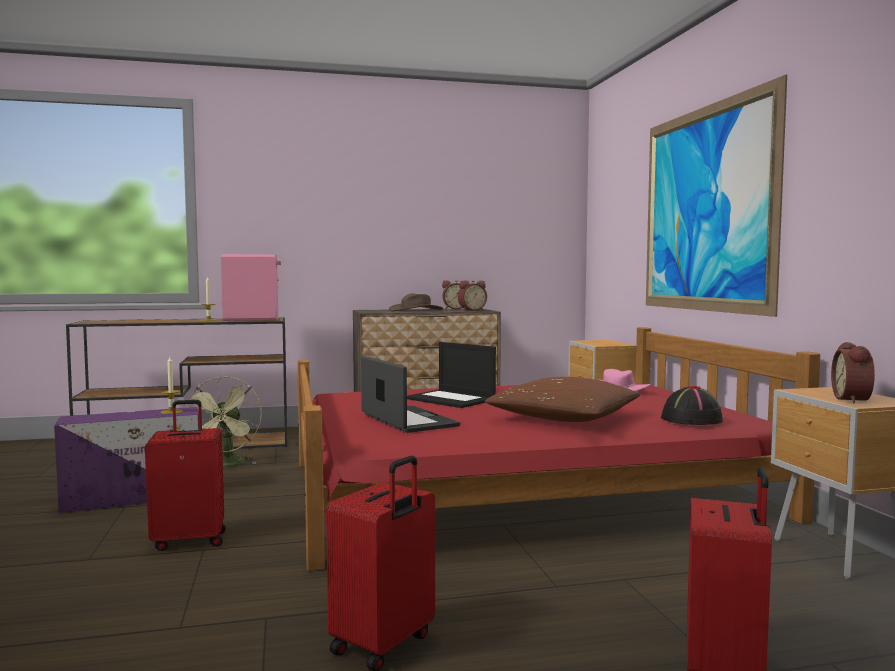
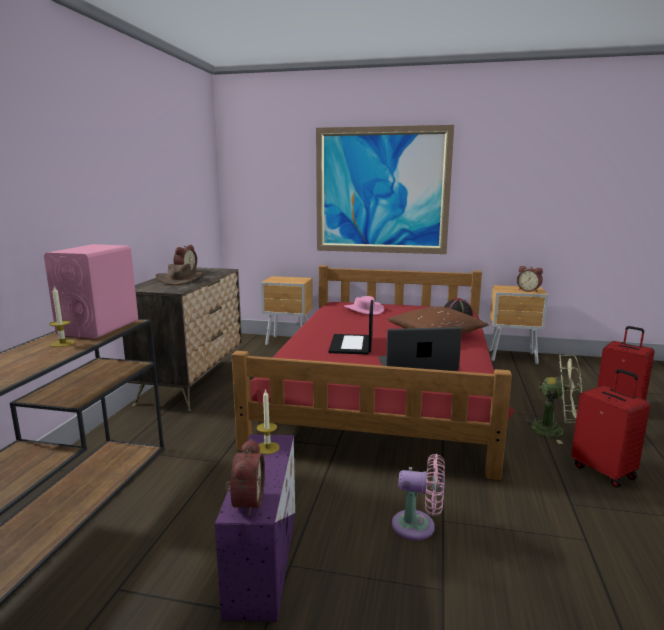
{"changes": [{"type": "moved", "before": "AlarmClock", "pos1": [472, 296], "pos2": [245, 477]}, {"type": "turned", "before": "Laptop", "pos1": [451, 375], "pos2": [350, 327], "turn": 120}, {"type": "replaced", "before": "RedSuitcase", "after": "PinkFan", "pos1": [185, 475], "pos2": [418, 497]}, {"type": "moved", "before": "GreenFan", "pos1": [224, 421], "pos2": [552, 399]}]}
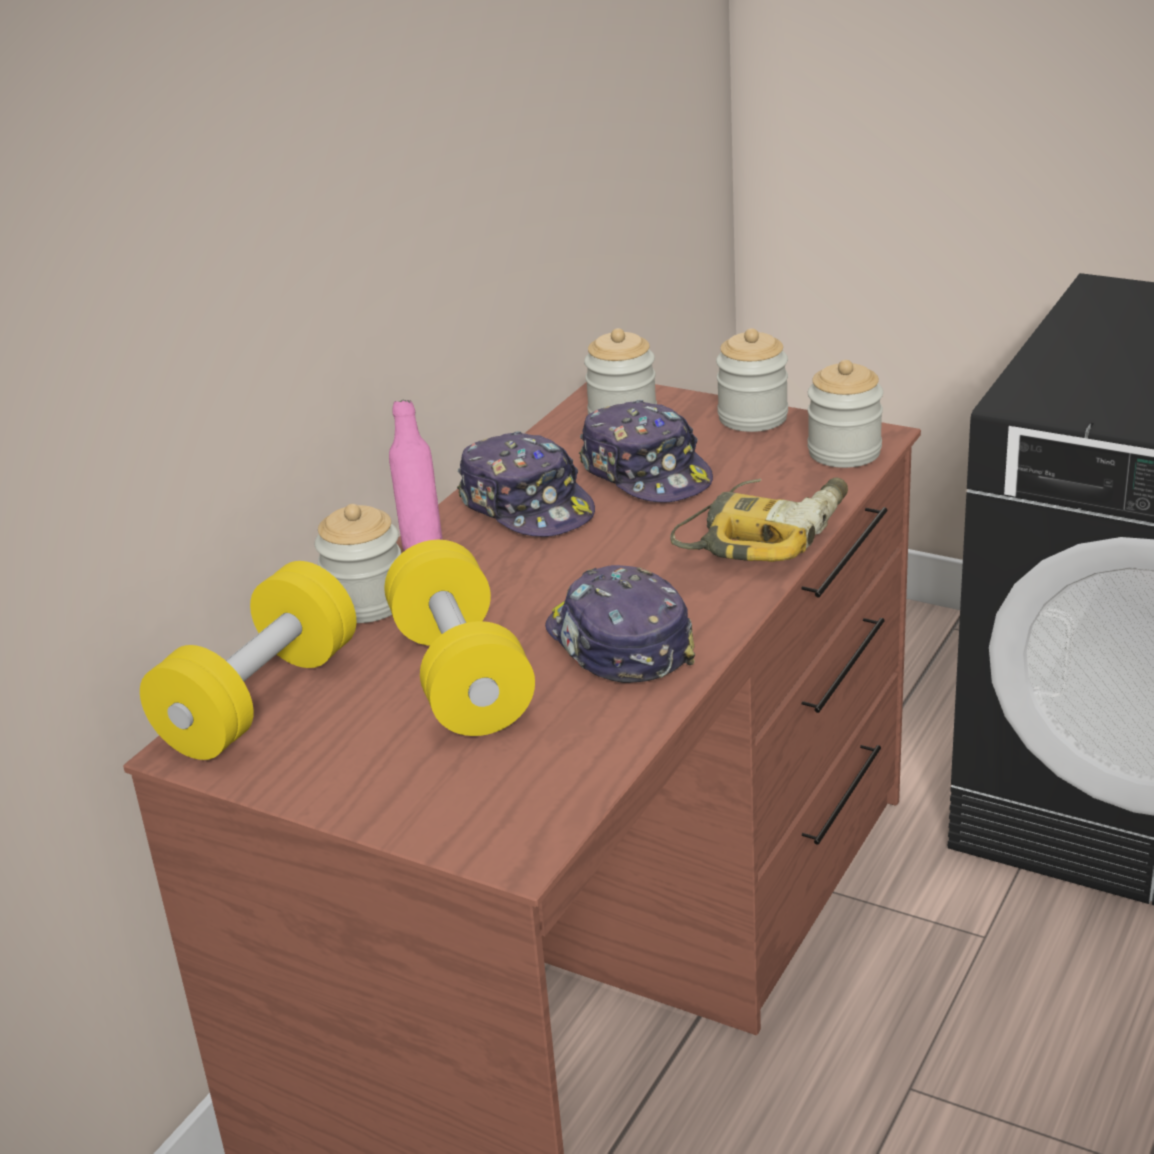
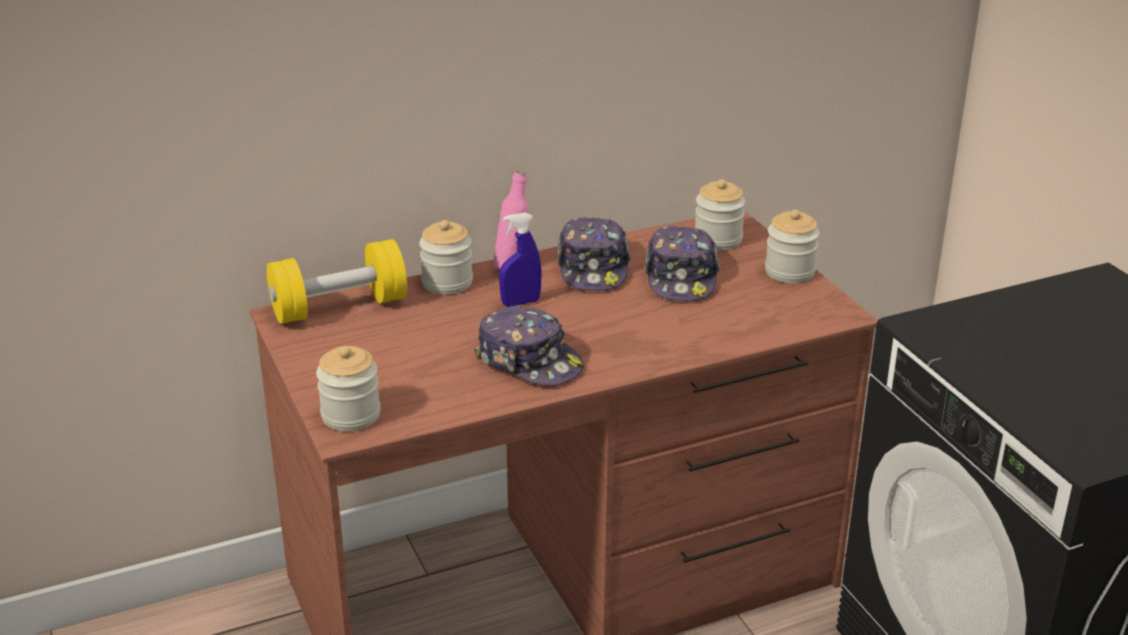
{"changes": [{"type": "moved", "before": "Jar", "pos1": [845, 414], "pos2": [348, 388]}, {"type": "turned", "before": "Cap", "pos1": [620, 624], "pos2": [529, 346], "turn": 120}, {"type": "added", "after": "BlueSprayBottle", "pos2": [520, 260]}, {"type": "removed", "before": "YellowDumbbell", "pos1": [459, 638]}, {"type": "removed", "before": "PowerDrill", "pos1": [759, 519]}]}
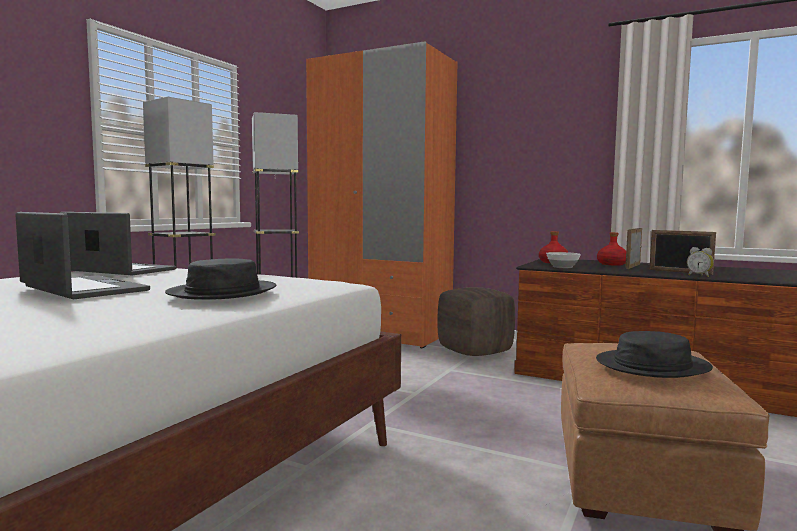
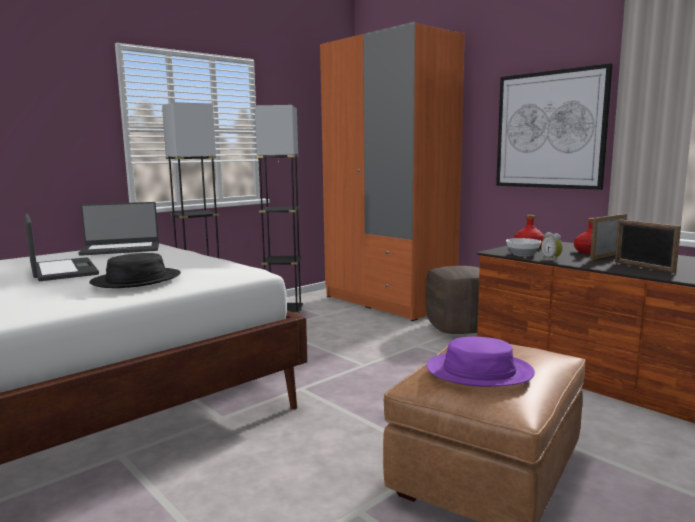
{"changes": [{"type": "turned", "before": "Laptop", "pos1": [117, 243], "pos2": [118, 229], "turn": 120}, {"type": "recoloured", "before": "BlackHat", "after": "PurpleHat", "pos1": [654, 354], "pos2": [480, 362]}, {"type": "added", "after": "Picture", "pos2": [554, 126]}, {"type": "moved", "before": "AlarmClock", "pos1": [700, 262], "pos2": [552, 247]}]}
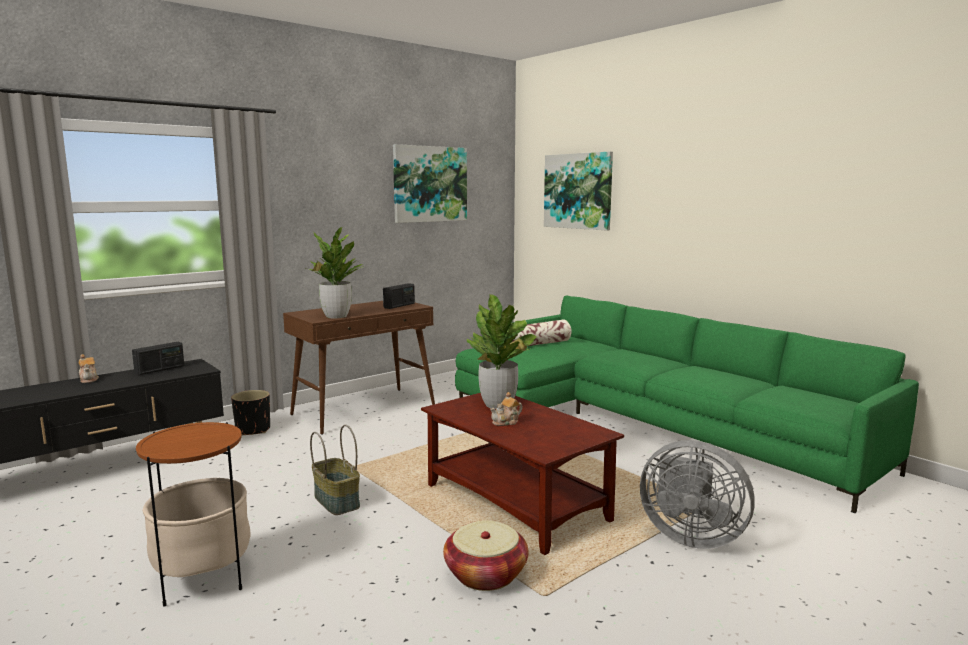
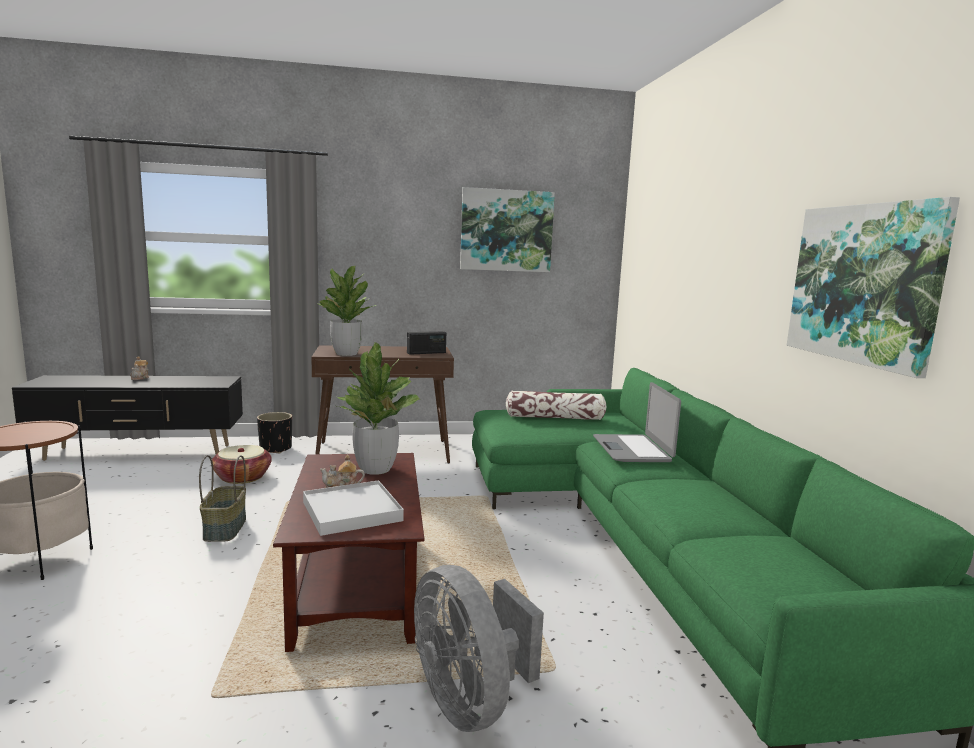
{"changes": [{"type": "moved", "before": "Basket", "pos1": [485, 555], "pos2": [242, 464]}, {"type": "added", "after": "WhiteTray", "pos2": [353, 508]}, {"type": "added", "after": "Laptop", "pos2": [637, 422]}, {"type": "moved", "before": "Picture", "pos1": [578, 191], "pos2": [873, 287]}, {"type": "removed", "before": "Radio", "pos1": [158, 358]}]}
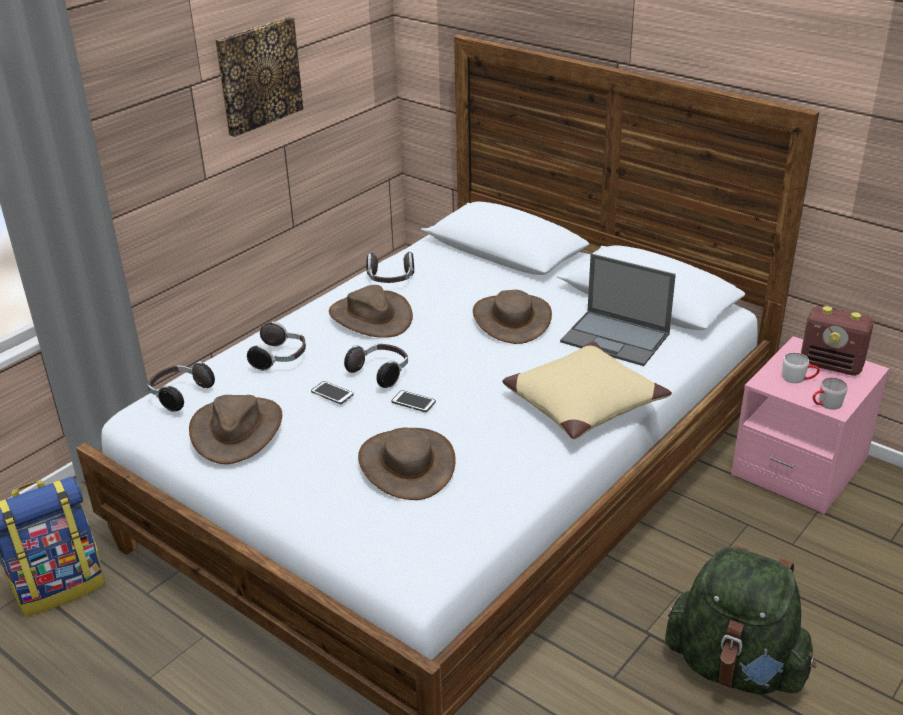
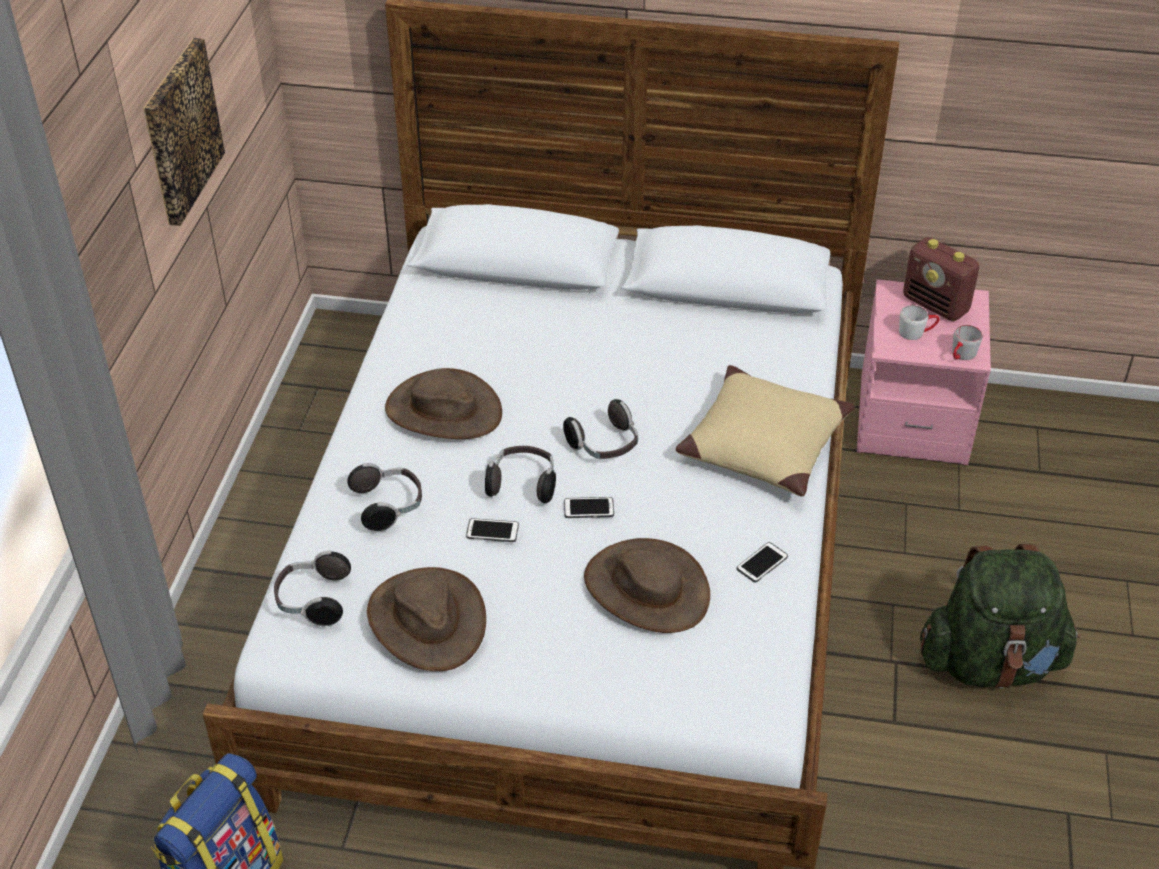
{"changes": [{"type": "moved", "before": "Headphones", "pos1": [390, 267], "pos2": [600, 429]}, {"type": "added", "after": "Phone", "pos2": [762, 562]}, {"type": "turned", "before": "Radio", "pos1": [837, 341], "pos2": [941, 279], "turn": 45}, {"type": "removed", "before": "BrownHat", "pos1": [512, 317]}, {"type": "removed", "before": "Laptop", "pos1": [618, 310]}]}
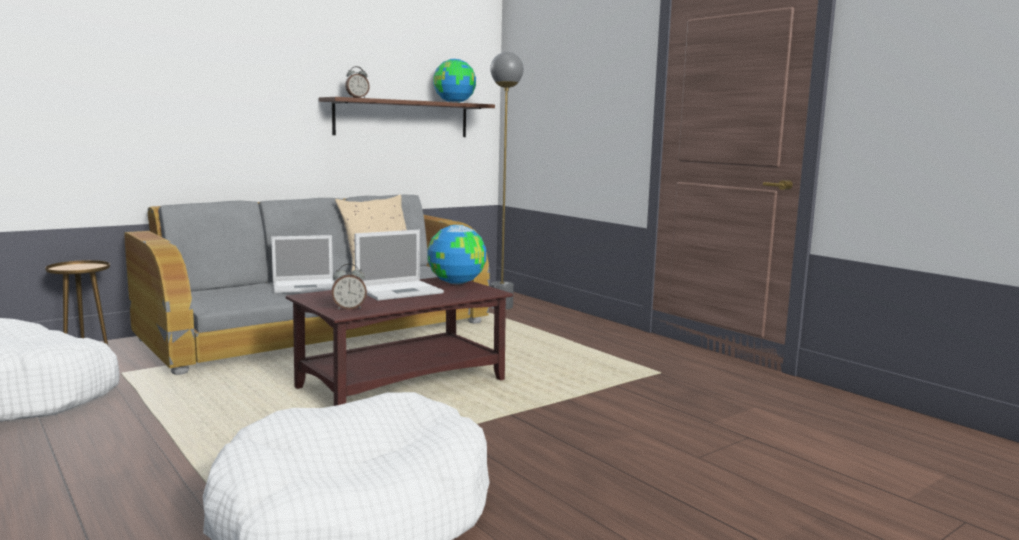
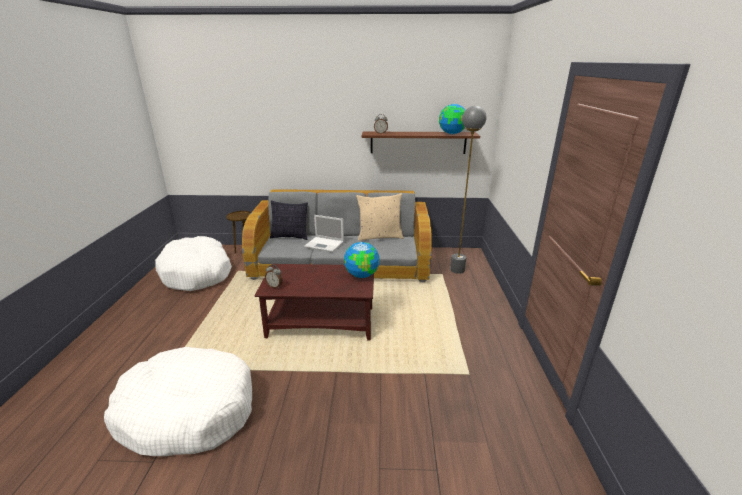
{"changes": [{"type": "added", "after": "Pillow", "pos2": [289, 220]}, {"type": "removed", "before": "Laptop", "pos1": [399, 265]}]}
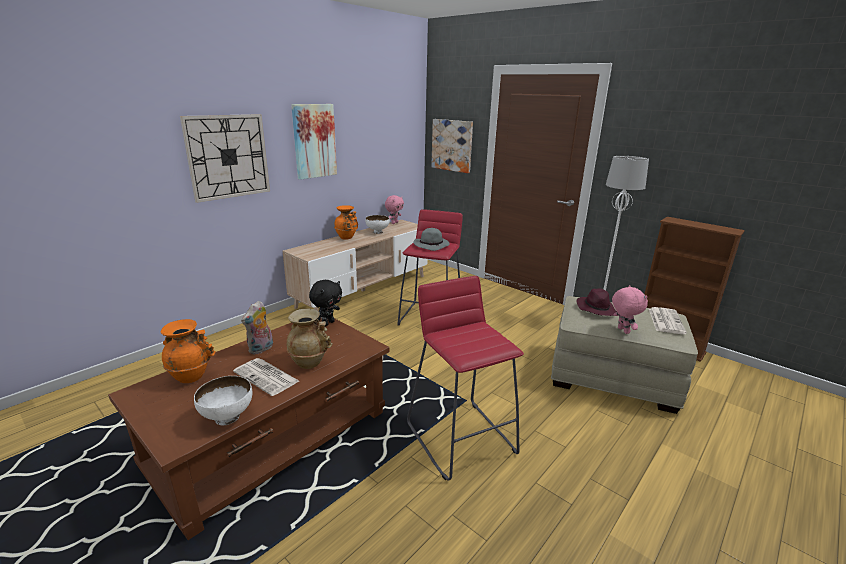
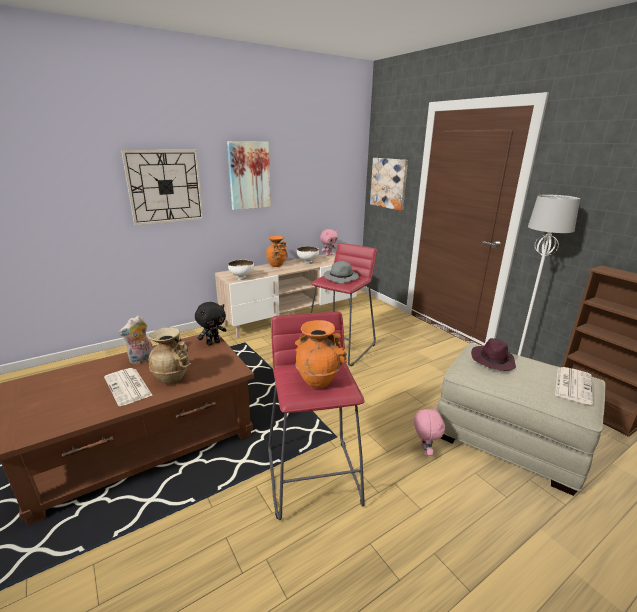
{"changes": [{"type": "moved", "before": "WhiteBowl", "pos1": [223, 400], "pos2": [241, 270]}, {"type": "moved", "before": "OrangeVase", "pos1": [188, 351], "pos2": [321, 354]}, {"type": "moved", "before": "PinkPlushToy", "pos1": [630, 309], "pos2": [429, 431]}]}
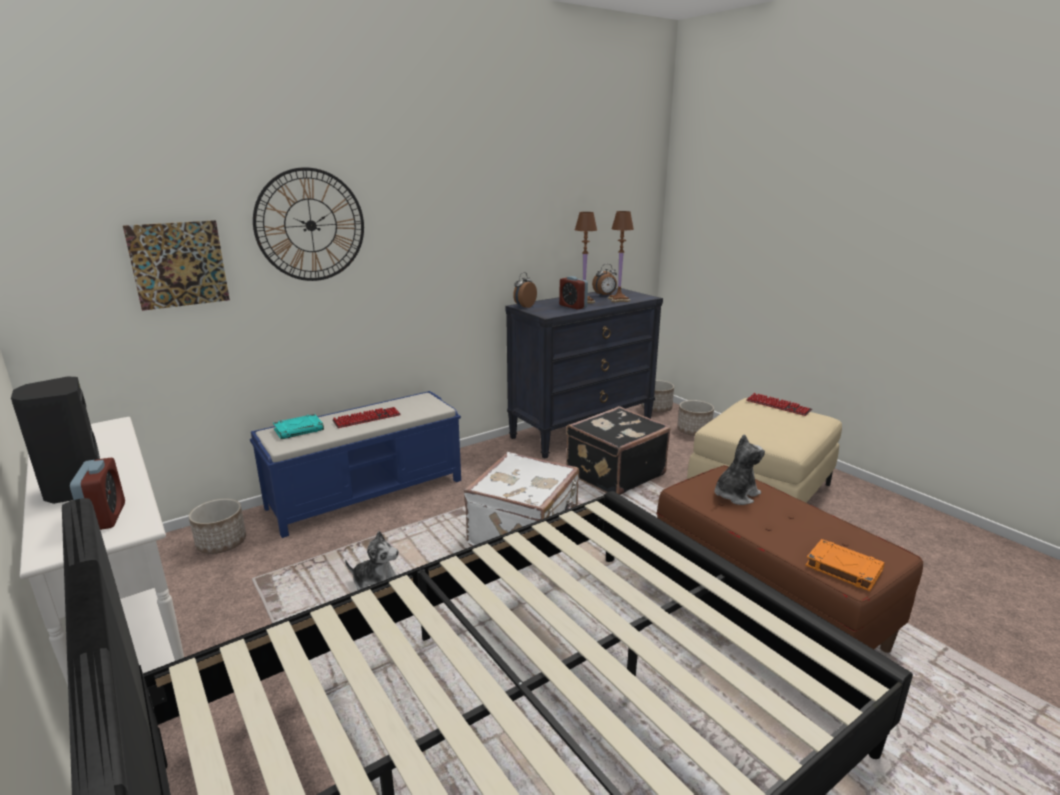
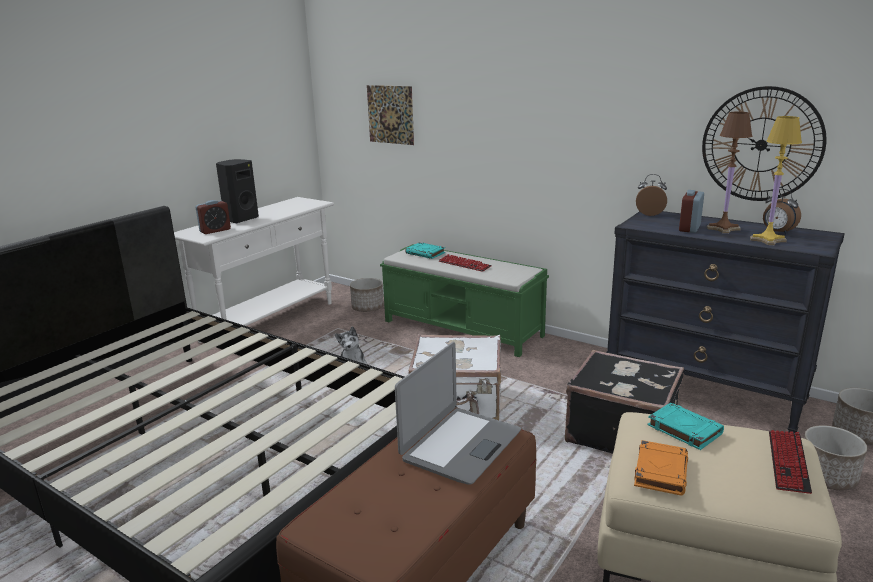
{"changes": [{"type": "recoloured", "before": "BlueBench", "after": "GreenBench", "pos1": [355, 464], "pos2": [464, 300]}, {"type": "replaced", "before": "PlushToy", "after": "Laptop", "pos1": [740, 469], "pos2": [458, 413]}, {"type": "moved", "before": "OrangeBook", "pos1": [845, 565], "pos2": [661, 468]}, {"type": "added", "after": "TurquoiseBook", "pos2": [686, 426]}, {"type": "moved", "before": "WallClock", "pos1": [308, 224], "pos2": [764, 143]}, {"type": "recoloured", "before": "BrownTableLamp", "after": "YellowTableLamp", "pos1": [621, 257], "pos2": [776, 180]}]}
